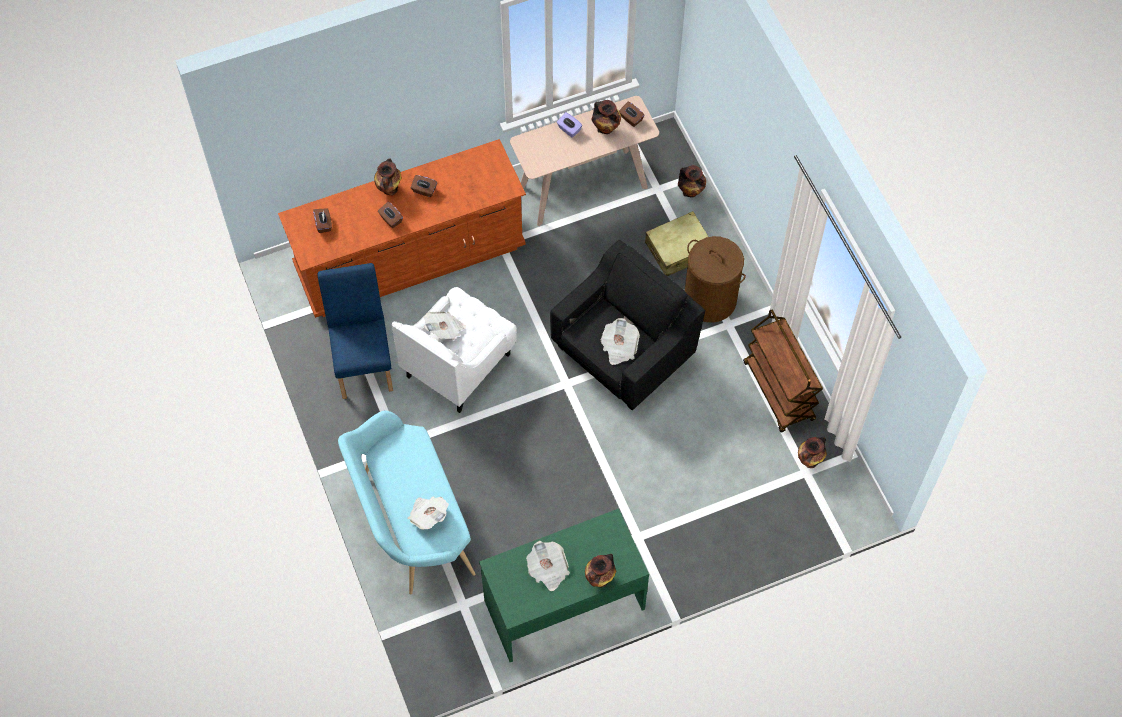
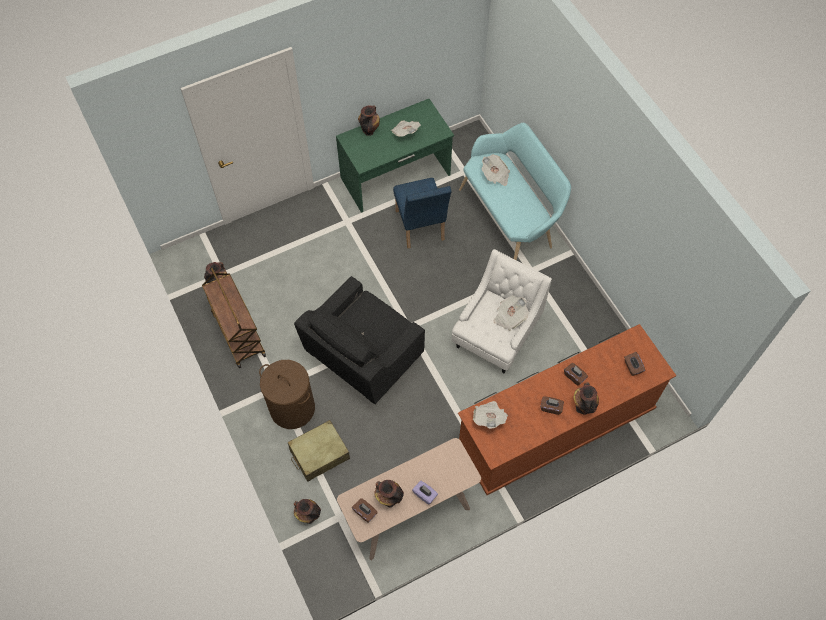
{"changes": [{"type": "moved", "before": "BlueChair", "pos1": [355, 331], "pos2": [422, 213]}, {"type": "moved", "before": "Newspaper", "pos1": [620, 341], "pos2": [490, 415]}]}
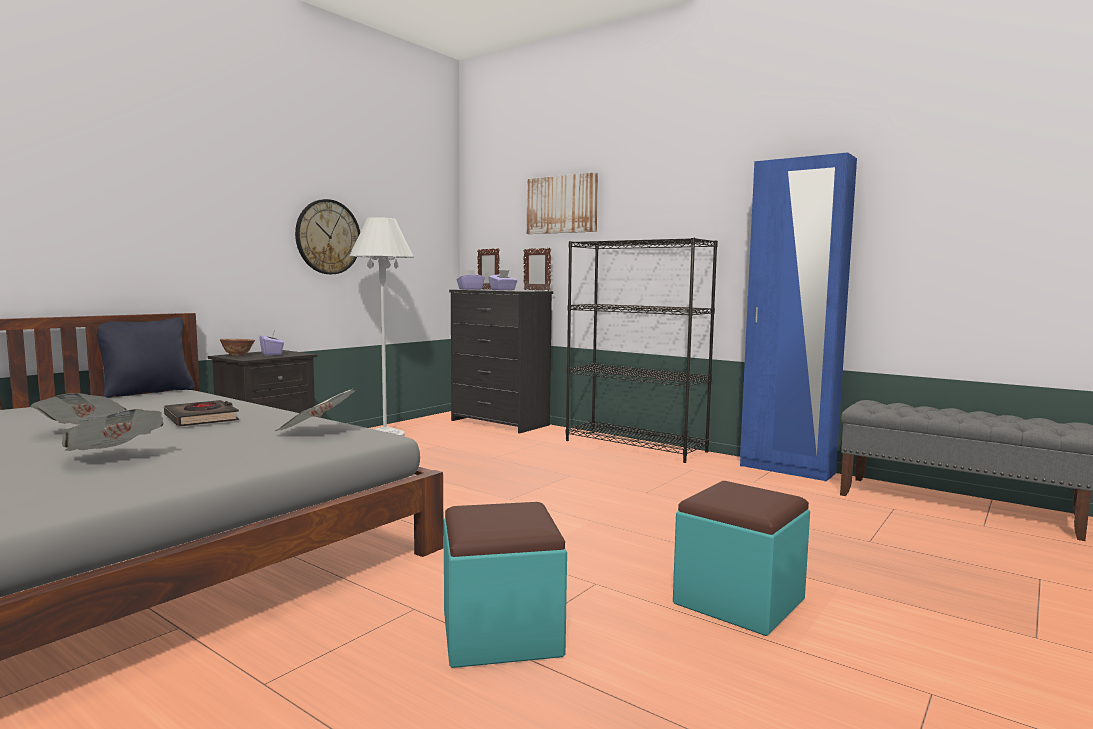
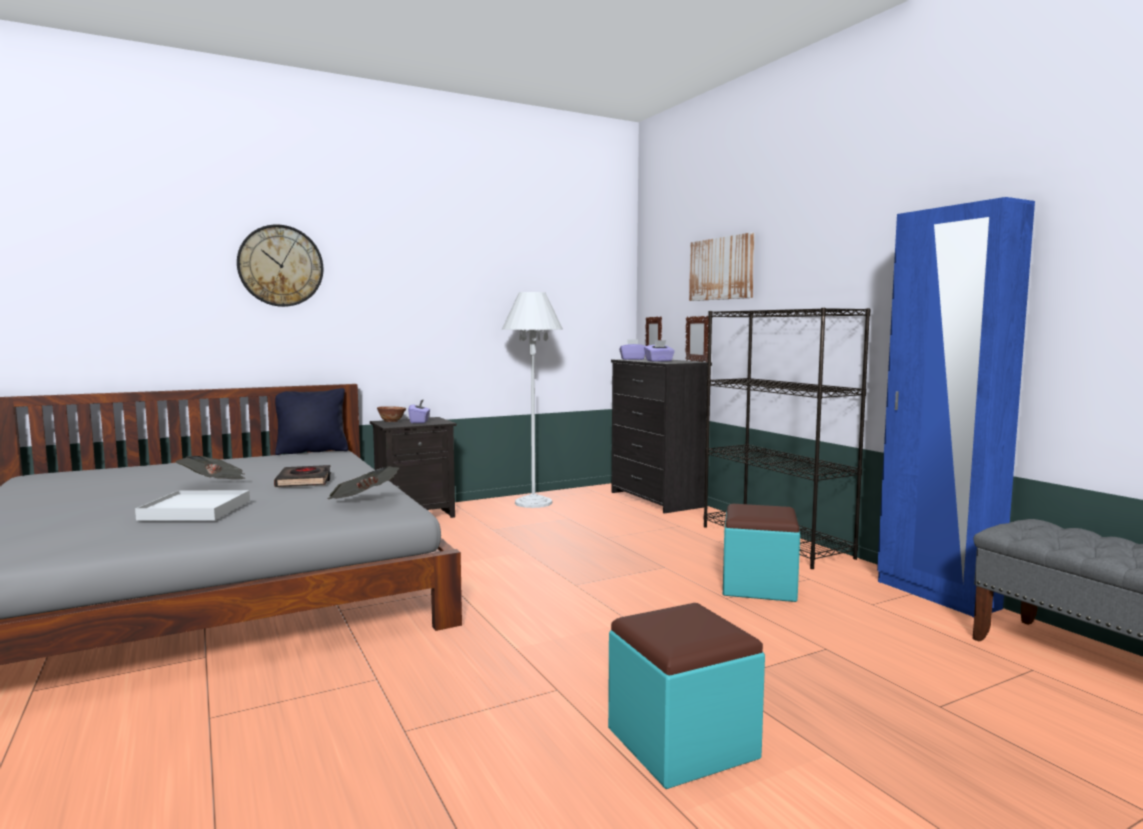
{"changes": [{"type": "replaced", "before": "Newspaper", "after": "WhiteTray", "pos1": [113, 430], "pos2": [192, 505]}, {"type": "moved", "before": "WallClock", "pos1": [327, 236], "pos2": [280, 266]}, {"type": "moved", "before": "TurquoiseOttoman", "pos1": [505, 585], "pos2": [761, 553]}]}
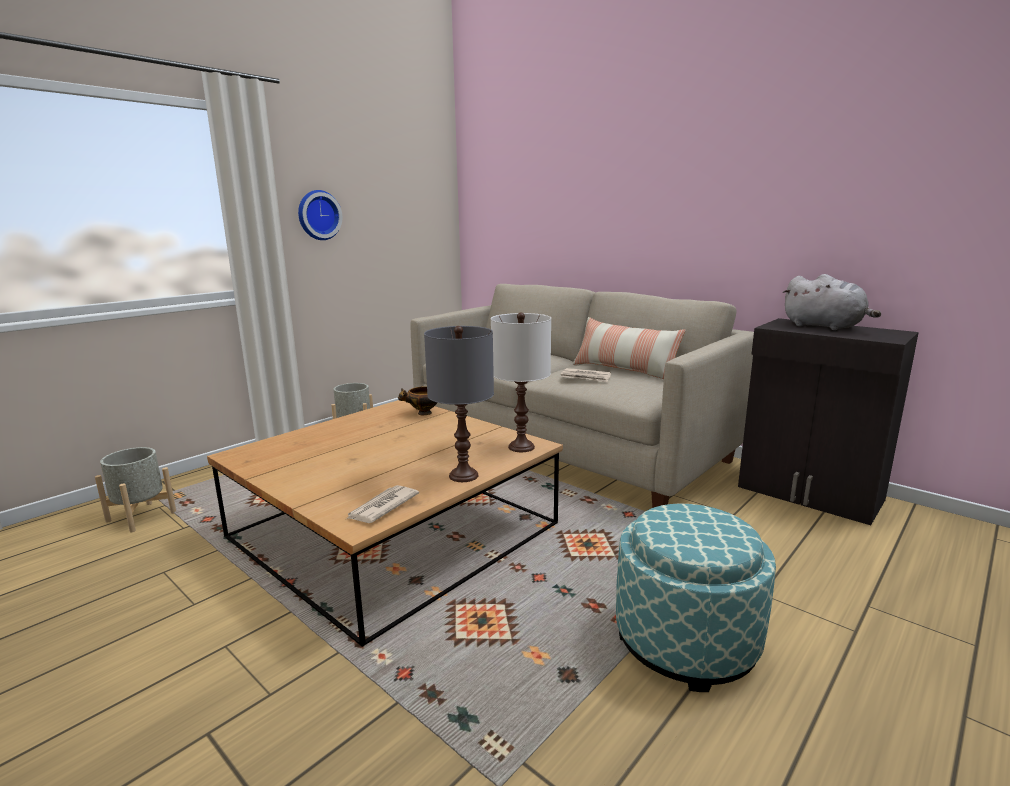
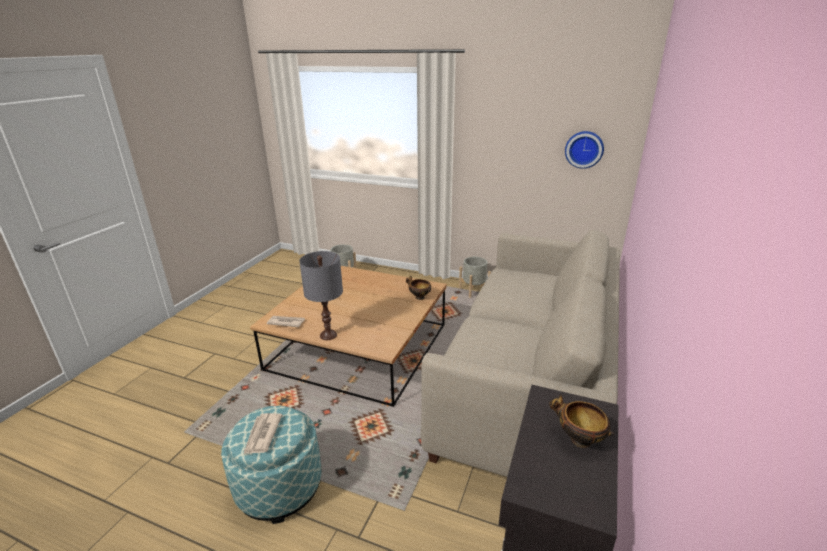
{"changes": [{"type": "moved", "before": "Newspaper", "pos1": [586, 375], "pos2": [262, 433]}, {"type": "replaced", "before": "GreyPlushToy", "after": "Bowl", "pos1": [831, 302], "pos2": [582, 421]}, {"type": "moved", "before": "WallClock", "pos1": [320, 215], "pos2": [584, 150]}, {"type": "removed", "before": "WhiteTableLamp", "pos1": [521, 382]}, {"type": "removed", "before": "Pillow", "pos1": [629, 348]}]}
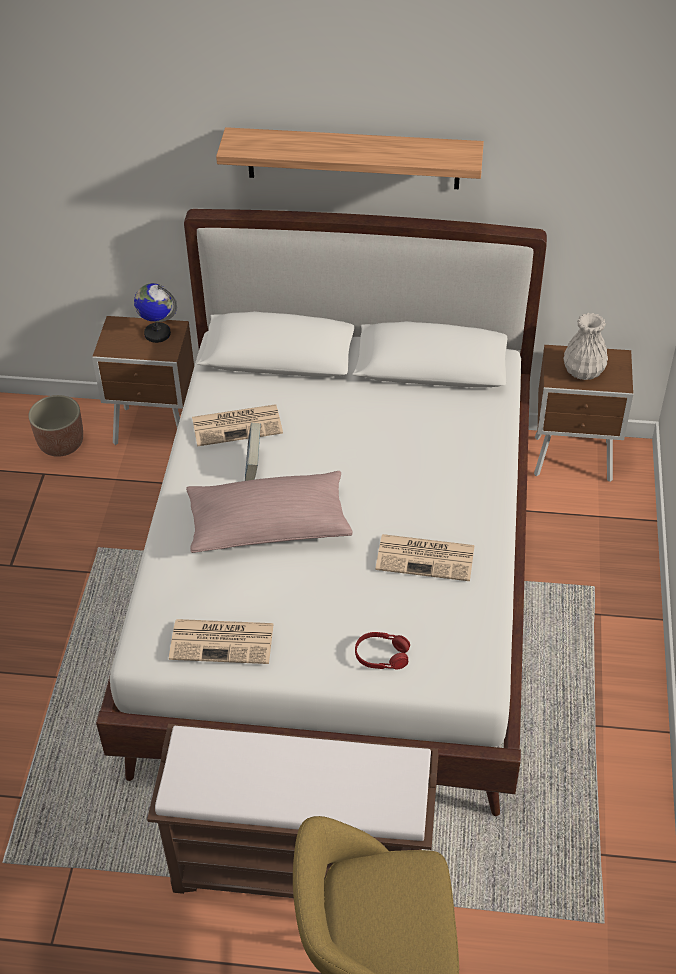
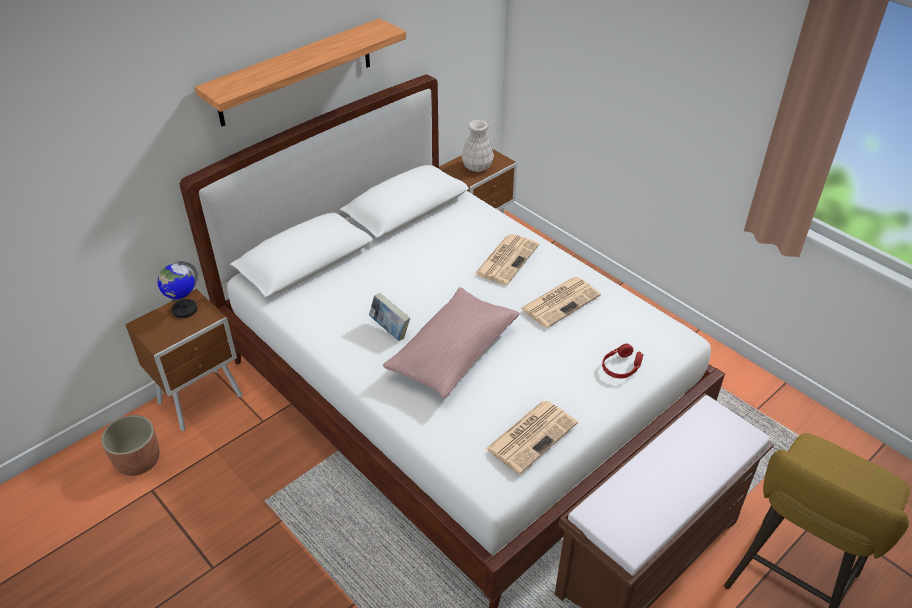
{"changes": [{"type": "moved", "before": "Newspaper", "pos1": [237, 425], "pos2": [507, 259]}]}
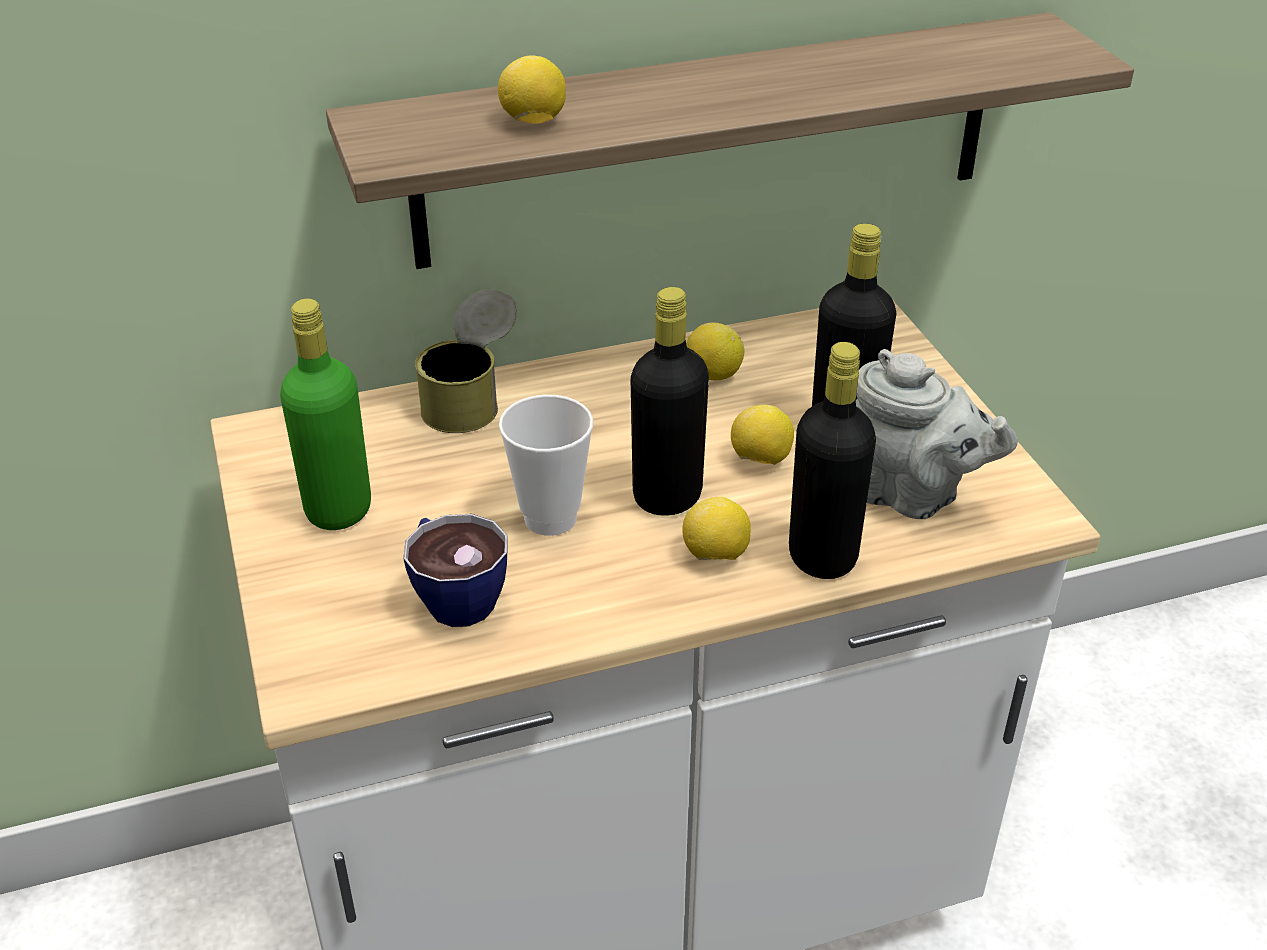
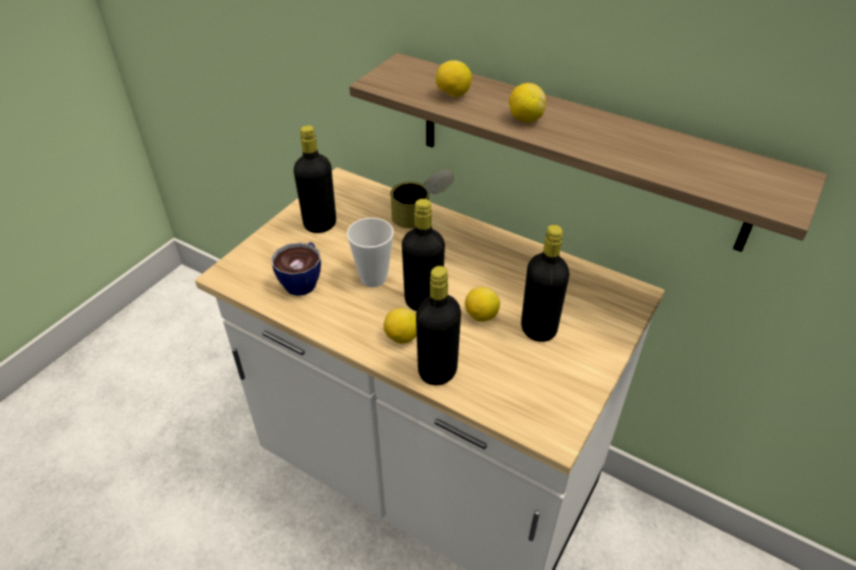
{"changes": [{"type": "recoloured", "before": "GreenBottle", "after": "BlackBottle", "pos1": [325, 414], "pos2": [315, 179]}, {"type": "moved", "before": "Lemon", "pos1": [715, 351], "pos2": [527, 103]}, {"type": "removed", "before": "GreyTeapot", "pos1": [937, 434]}]}
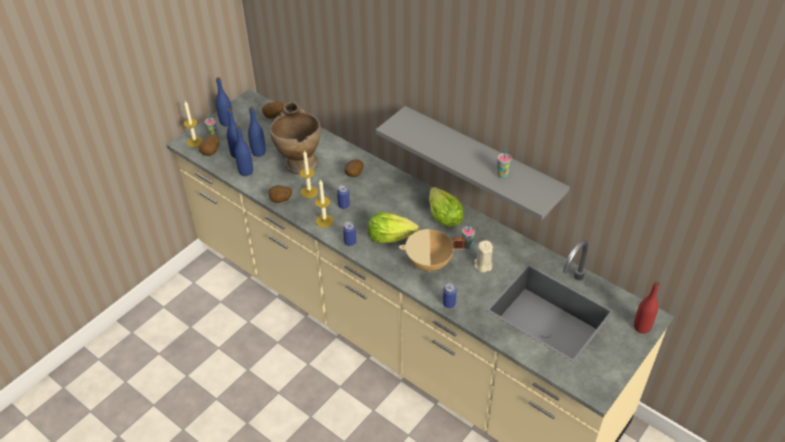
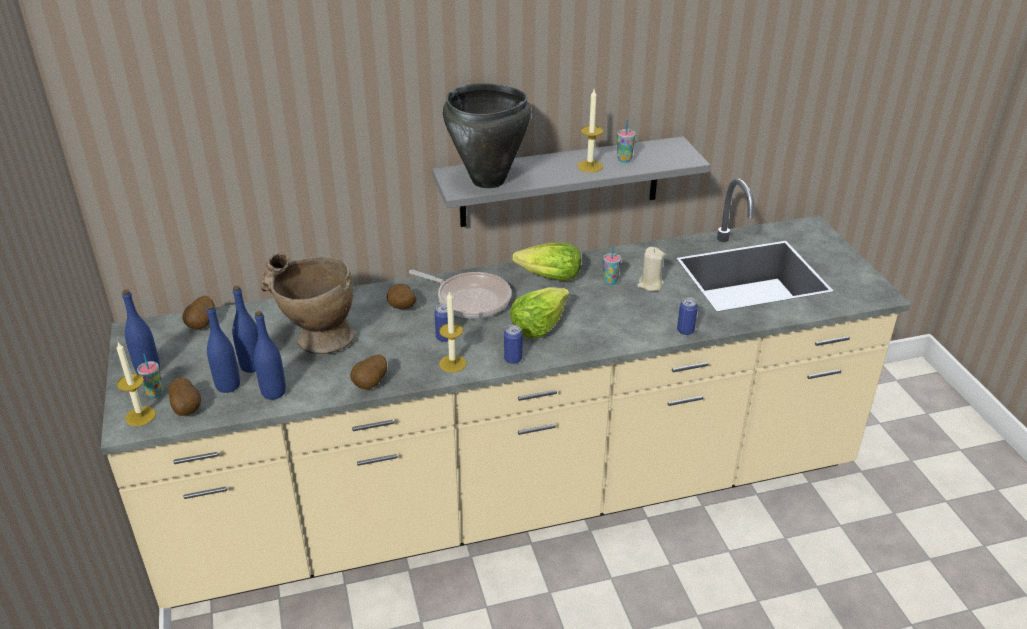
{"changes": [{"type": "added", "after": "FryingPan", "pos2": [460, 293]}, {"type": "added", "after": "BlackCookingPot", "pos2": [487, 135]}, {"type": "moved", "before": "Candle", "pos1": [309, 174], "pos2": [590, 131]}, {"type": "removed", "before": "BeigeCookingPot", "pos1": [432, 250]}, {"type": "removed", "before": "RedBottle", "pos1": [647, 307]}]}
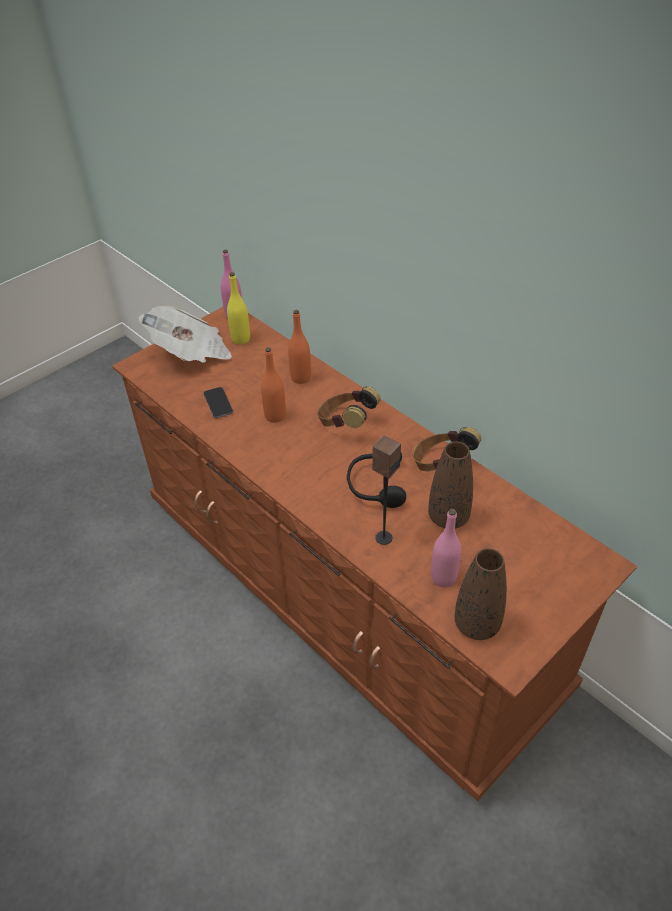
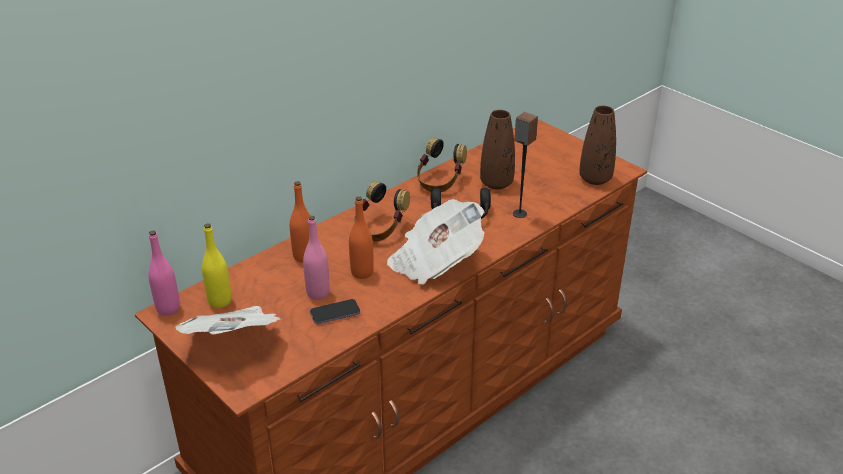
{"changes": [{"type": "moved", "before": "PinkBottle", "pos1": [446, 548], "pos2": [316, 258]}, {"type": "added", "after": "Newspaper", "pos2": [436, 242]}]}
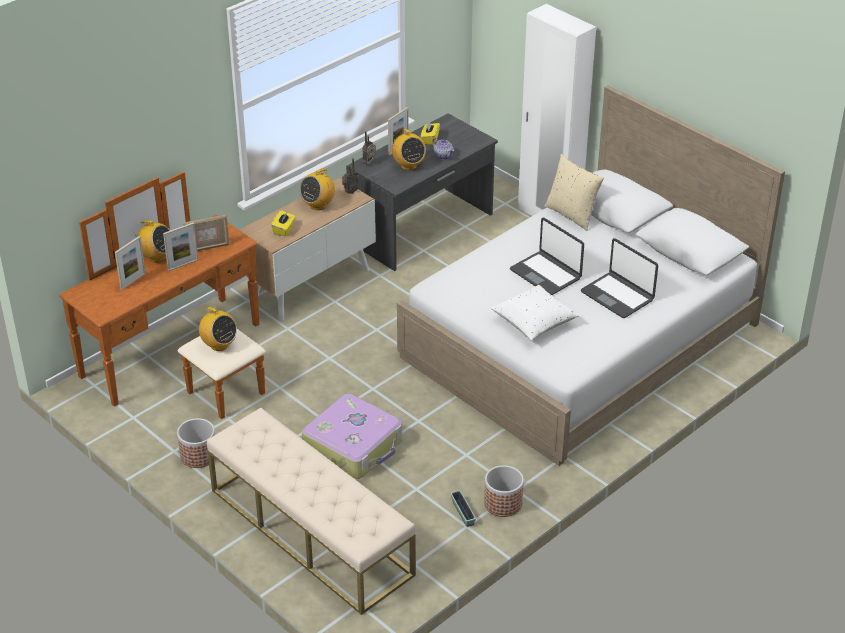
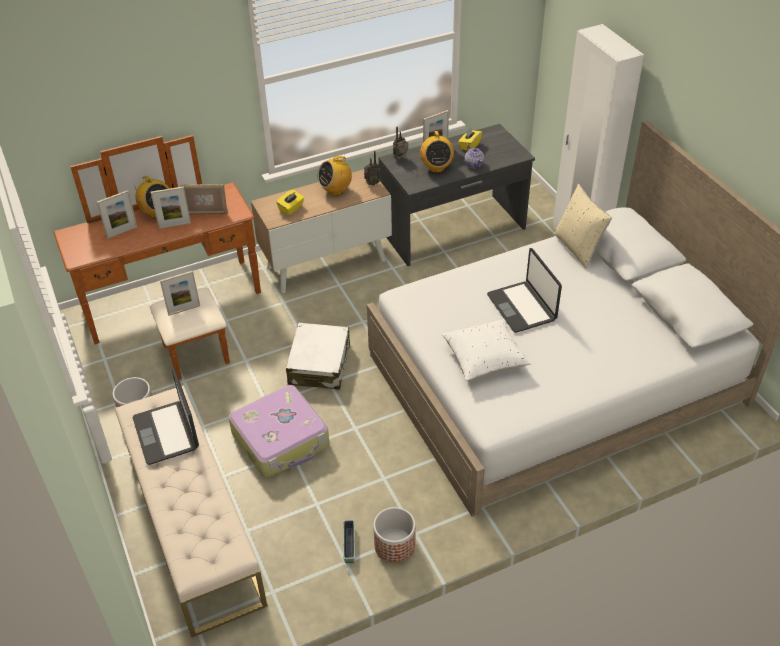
{"changes": [{"type": "moved", "before": "Laptop", "pos1": [619, 278], "pos2": [166, 417]}, {"type": "replaced", "before": "Radio", "after": "PictureFrame", "pos1": [216, 329], "pos2": [180, 293]}, {"type": "added", "after": "WhiteSuitcase", "pos2": [318, 356]}]}
